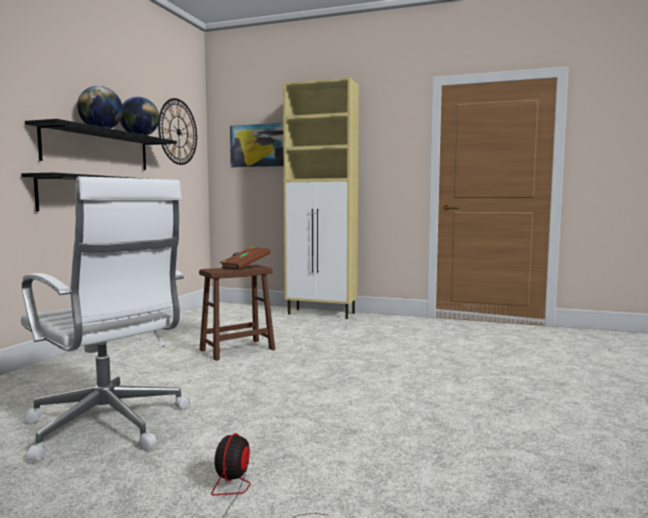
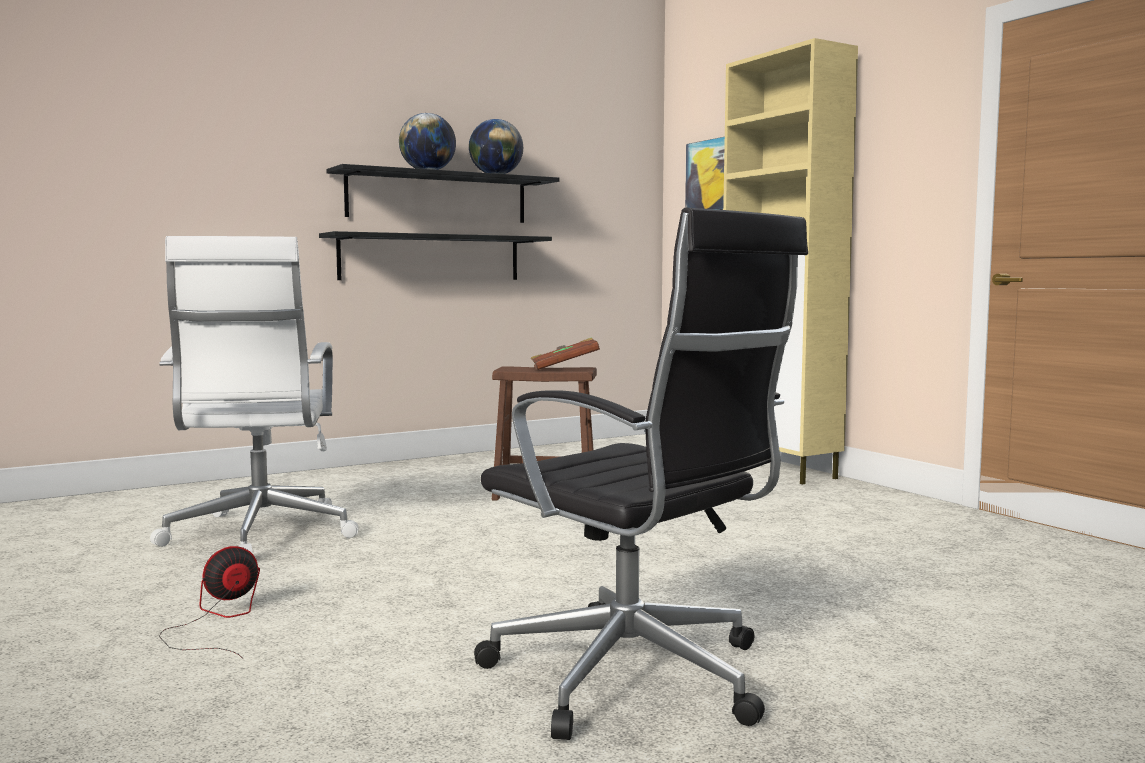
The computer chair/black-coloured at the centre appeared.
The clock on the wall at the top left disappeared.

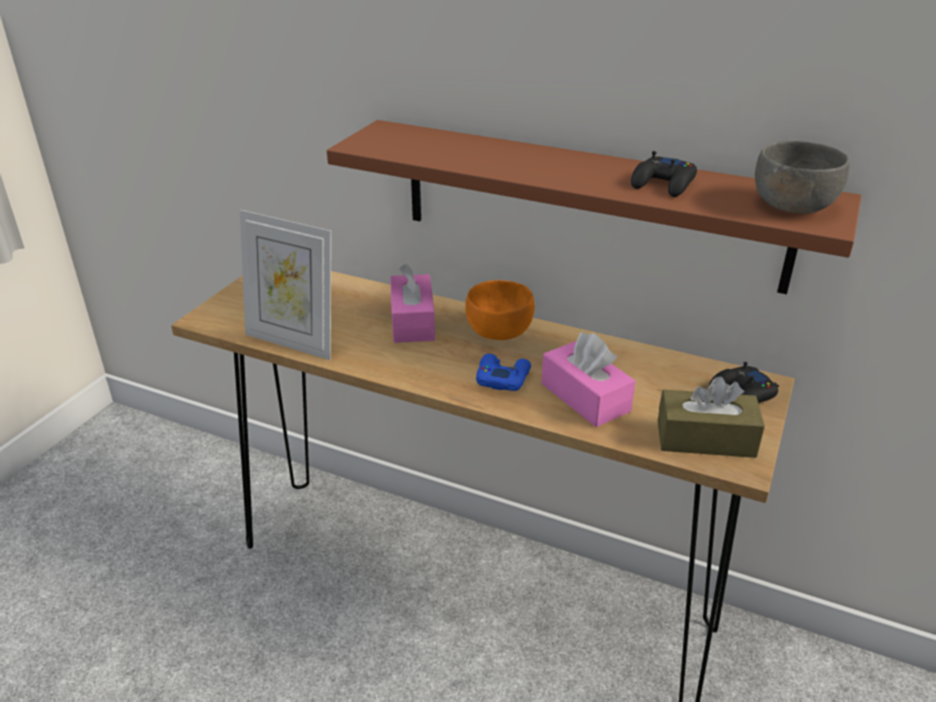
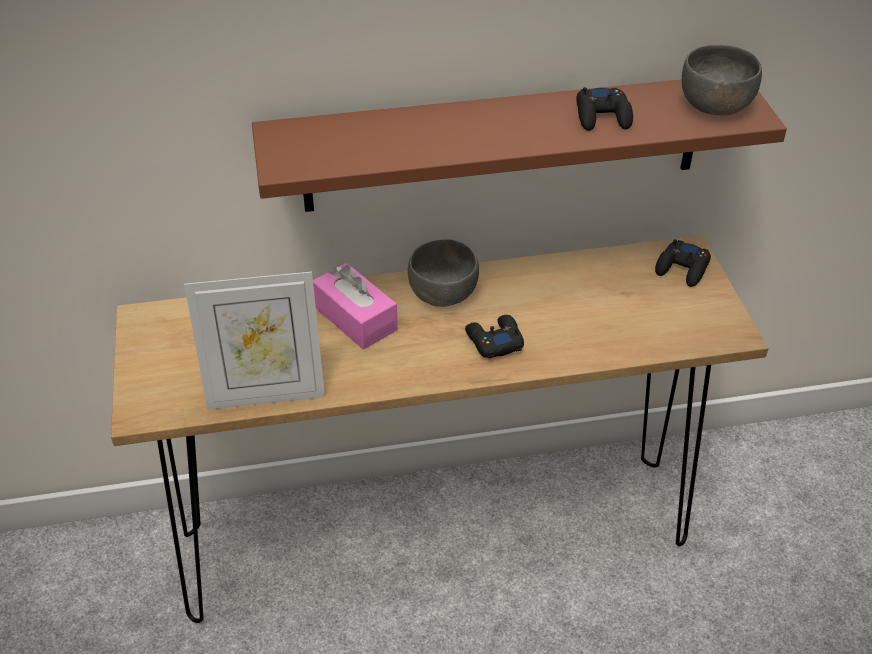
The bowl/orange-coloured at the centre became the bowl/gray (no. 1 from left) at the centre.
The game controller/bluish at the centre became the game controller/black-coloured (no. 1 from left) at the centre.
The box of tissues/pink (no. 2 from left) at the centre disappeared.
The box of tissues/brown-coloured at the middle right disappeared.

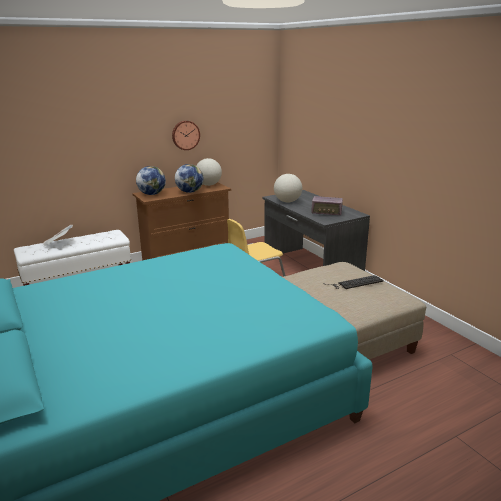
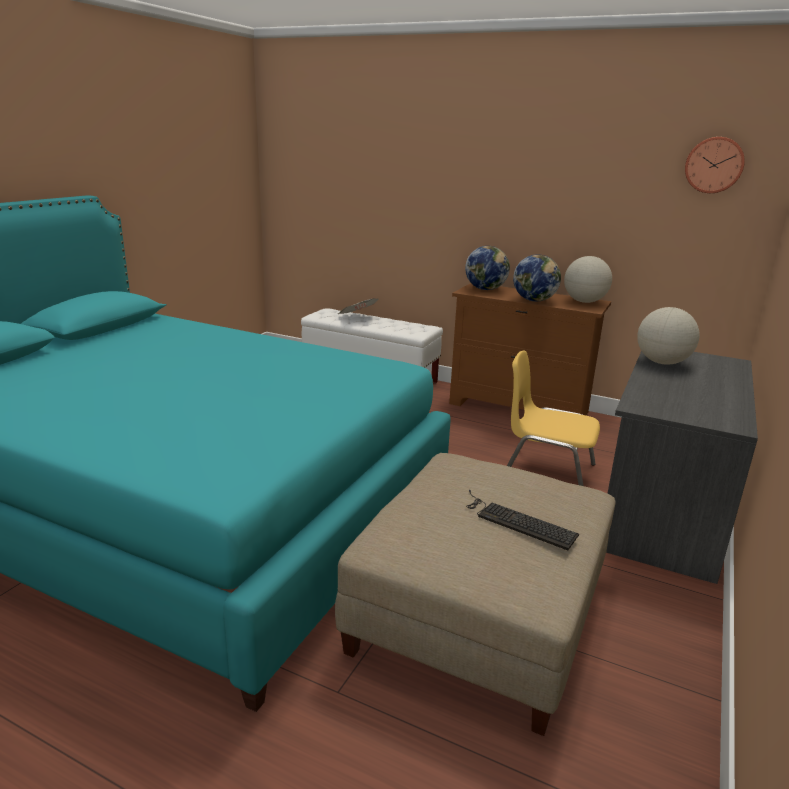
The clock on the wall moved from the top centre to the top right.
The radio at the centre disappeared.

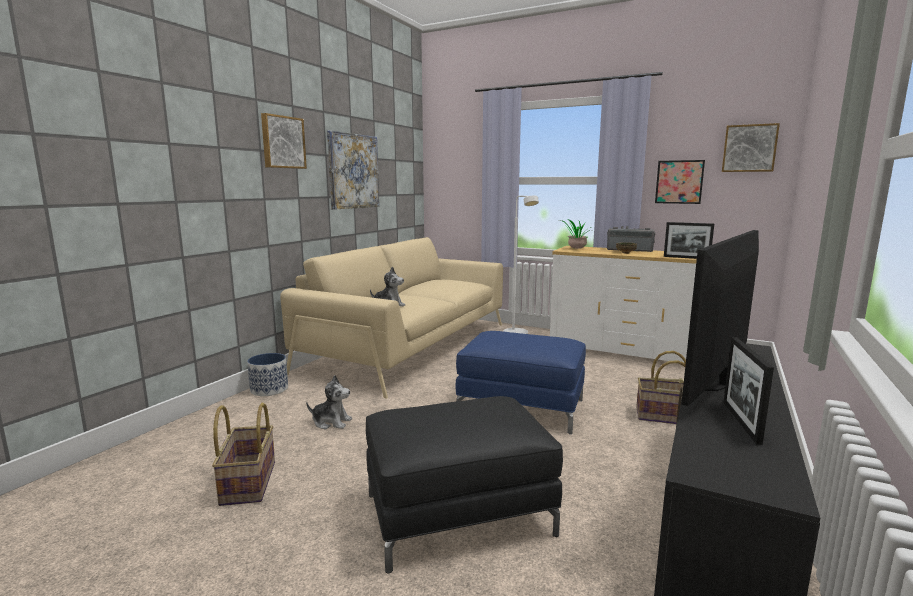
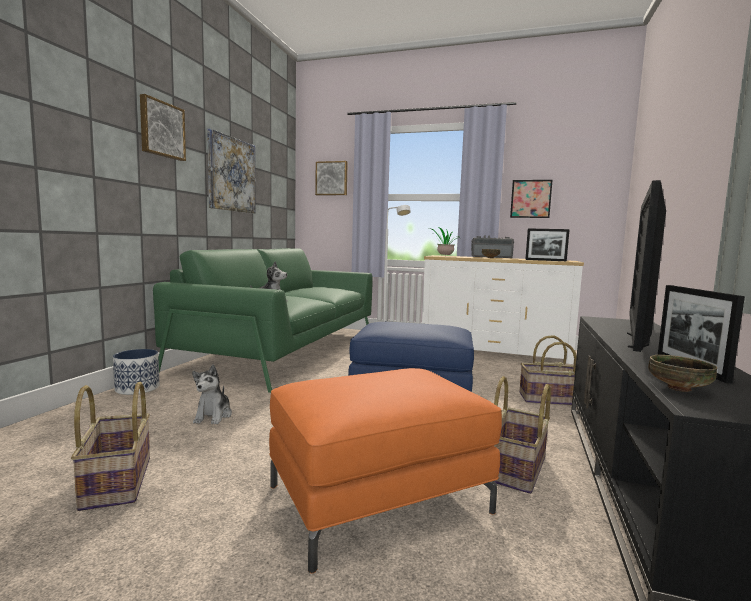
The sofa/beige-coloured at the centre became the sofa/green at the centre.
The soft toy (no. 1 from left) at the bottom centre turned 90 degrees clockwise.
The pouffe/black-coloured at the bottom centre became the pouffe/orange-coloured at the bottom centre.
The wall art (no. 4 from left in the first image) moved from the top right to the top centre.
The basket (no. 2 from left) at the bottom right appeared.
The bowl (no. 2 from left) at the middle right appeared.

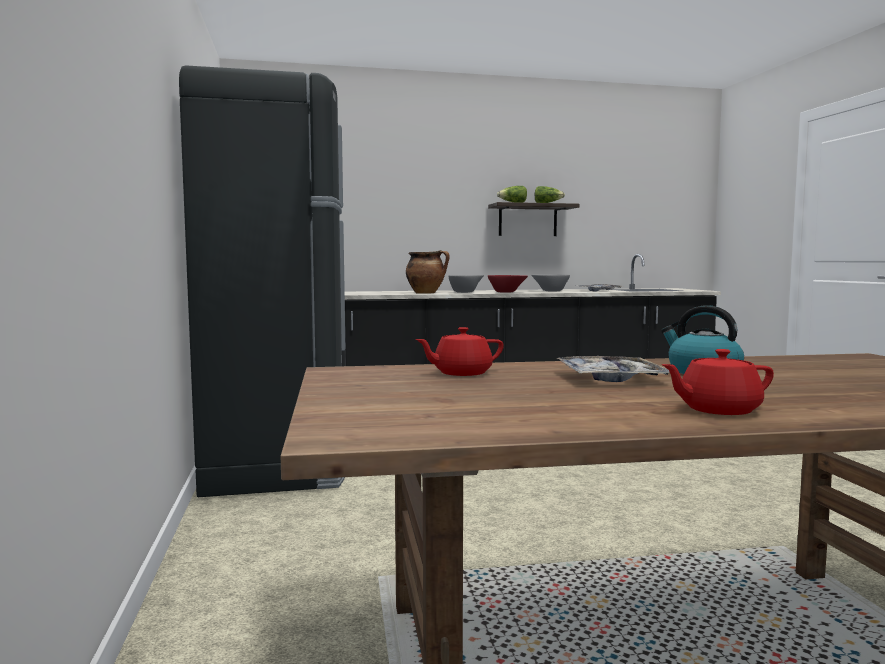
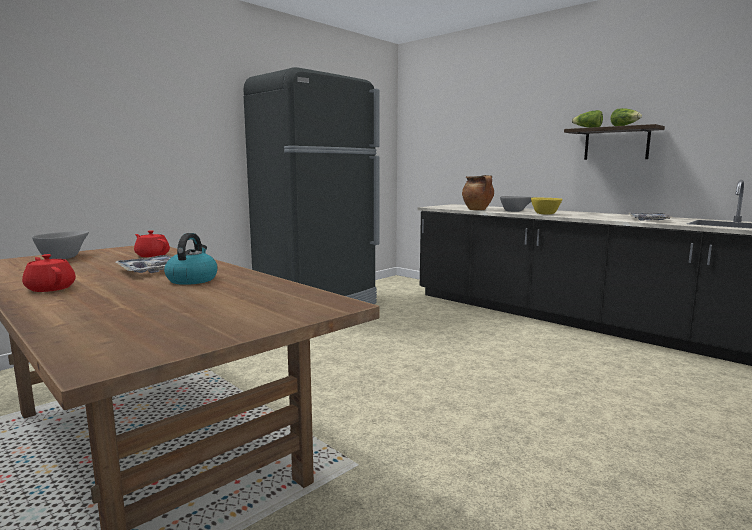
The bowl/gray (no. 2 from left in the first image) moved from the centre to the middle left.
The bowl/red-coloured at the centre became the bowl/yellowish at the middle right.

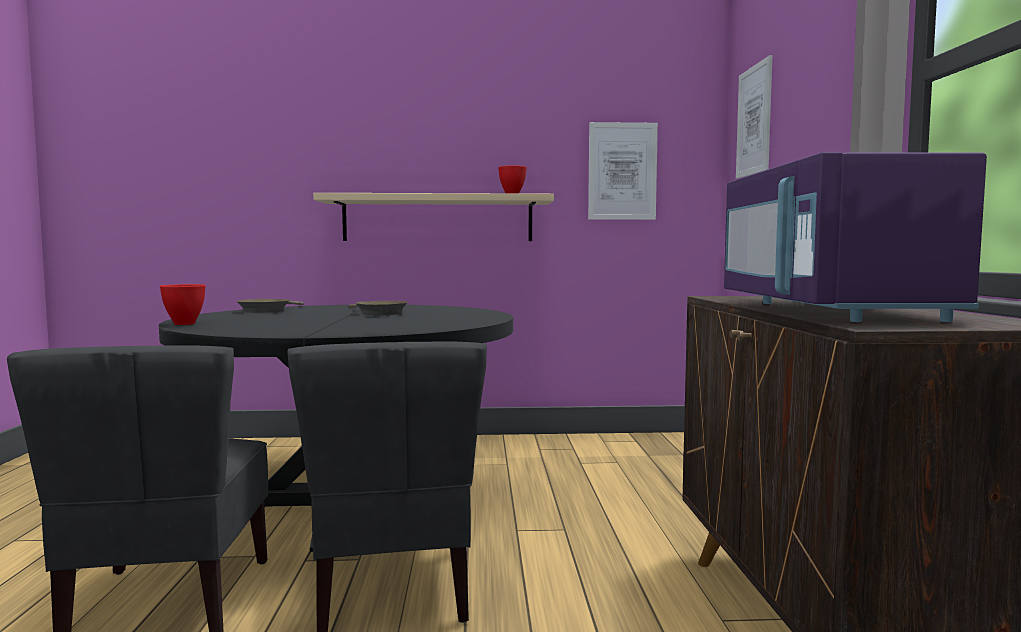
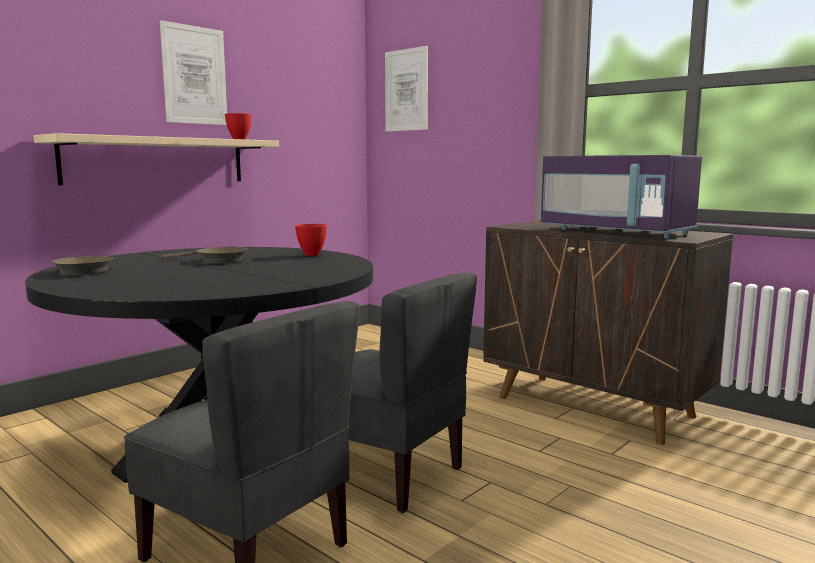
The wall art (no. 1 from left) moved from the top centre to the top left.
The bowl/red-coloured (no. 1 from left in the first image) moved from the middle left to the centre.

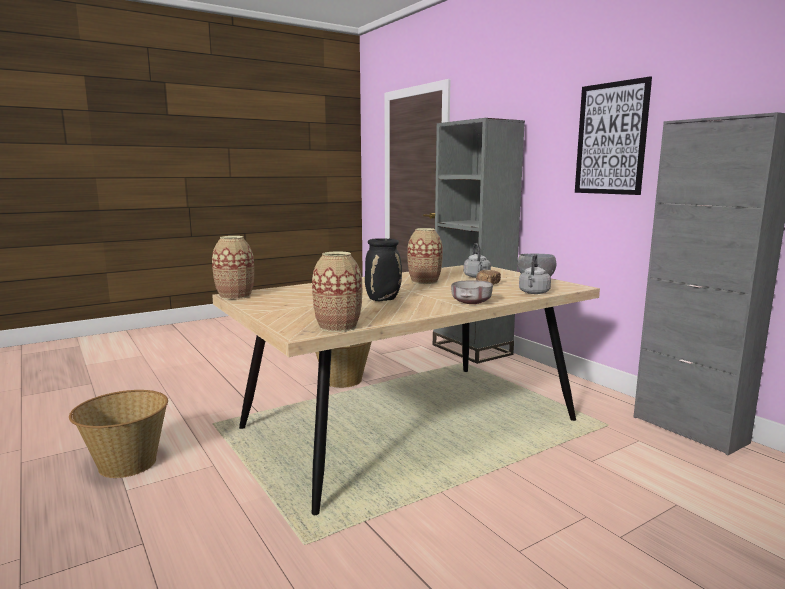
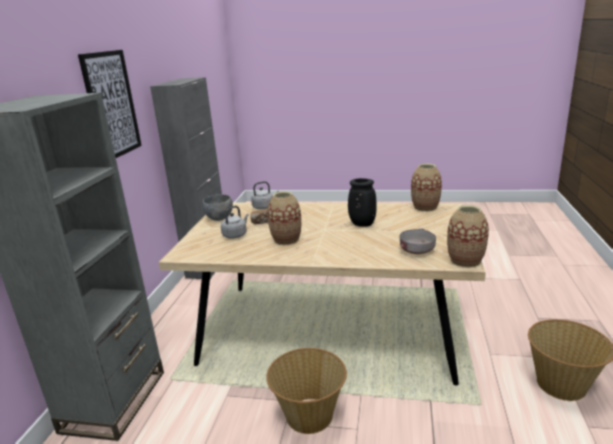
The bowl/gray (no. 1 from left in the first image) moved from the centre to the middle right.

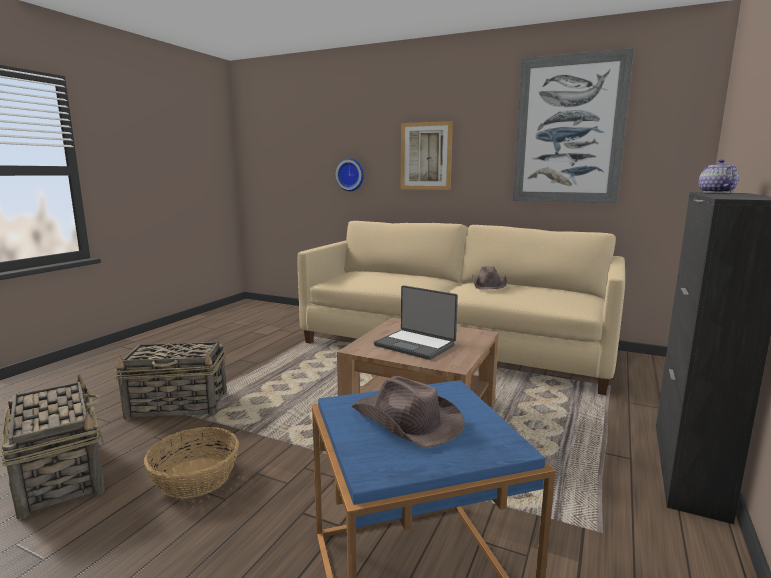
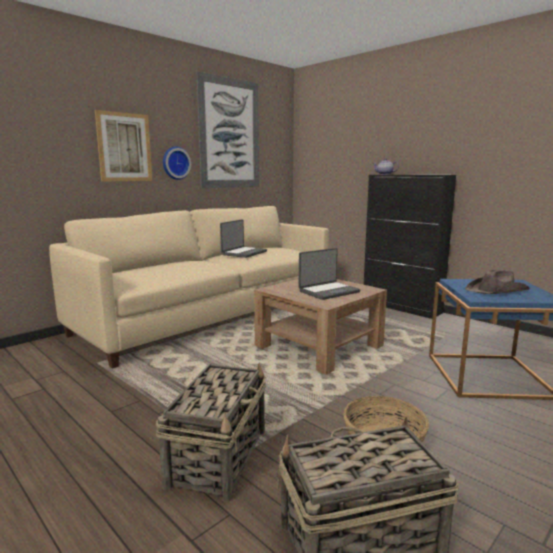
The clock on the wall moved from the top centre to the top left.
The clothing hat/brown-coloured (no. 2 from left) at the centre was replaced by the notebook computer (no. 1 from left) at the centre.

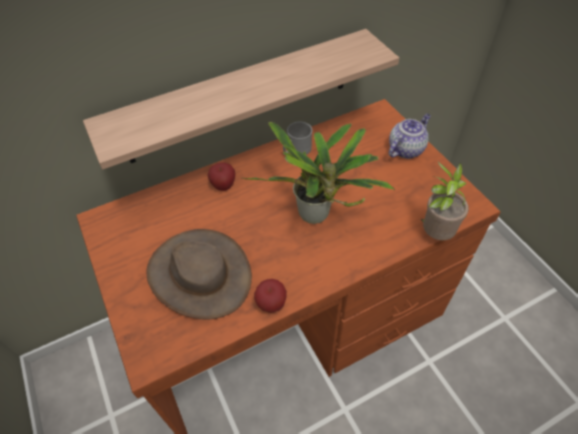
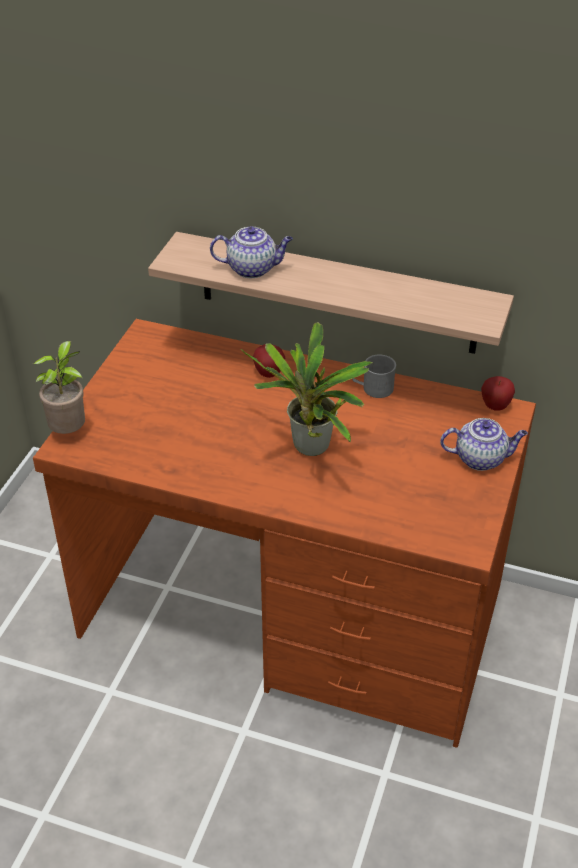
The potted plant (no. 2 from left in the first image) moved from the middle right to the middle left.
The tea pot (no. 1 from left) at the top centre appeared.
The whole apple (no. 2 from left) moved from the bottom centre to the middle right.
The clothing hat/brown-coloured at the centre disappeared.

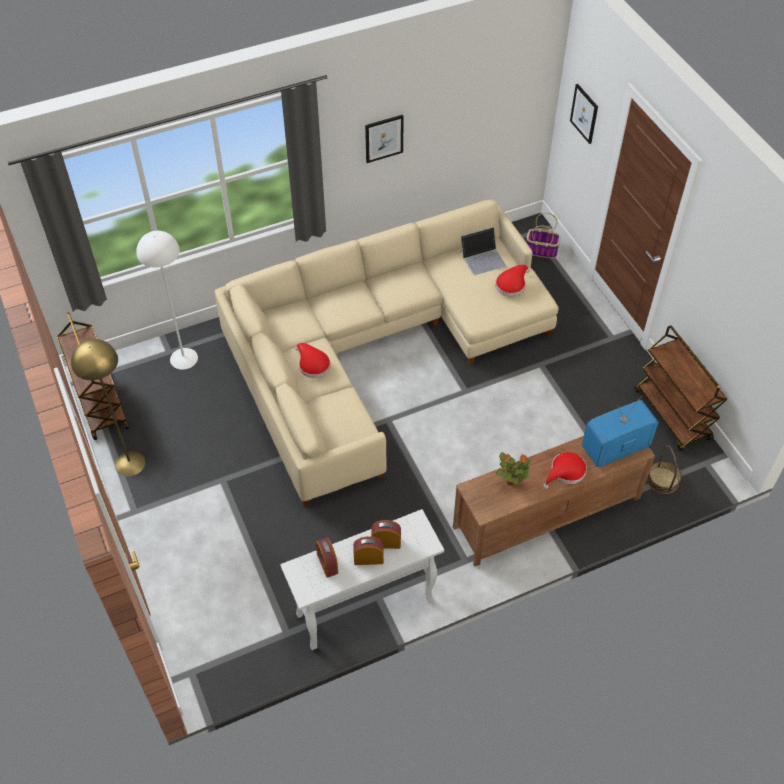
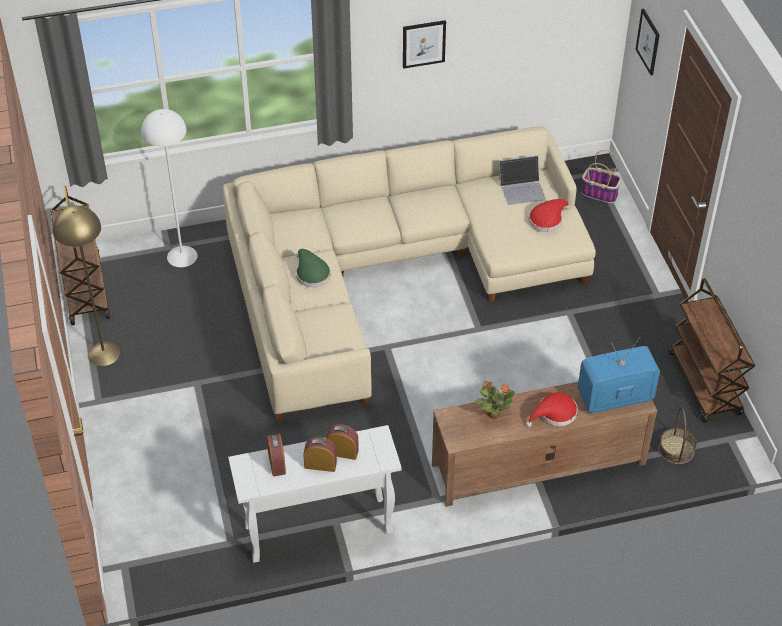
The clothing hat/red-coloured (no. 1 from left) at the centre became the clothing hat/green at the centre.

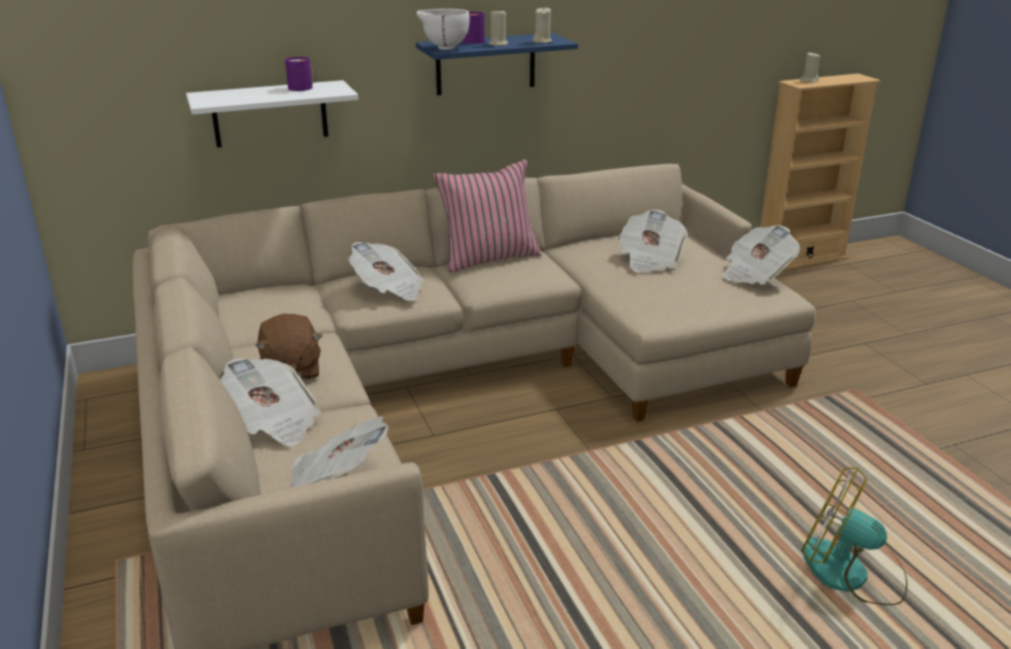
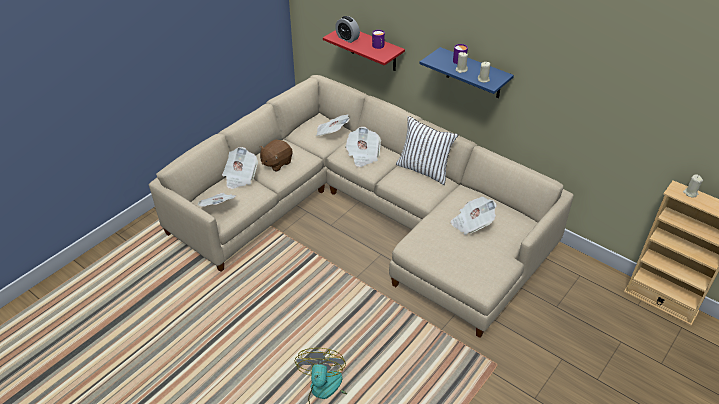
The daily paper (no. 5 from left in the first image) moved from the middle right to the top centre.
The shelf/whitish at the top left became the shelf/red-coloured at the top centre.
The table clock at the top centre appeared.
The cushion/pink at the top centre became the cushion/whitish at the centre.
The bowl/whitish at the top centre disappeared.

